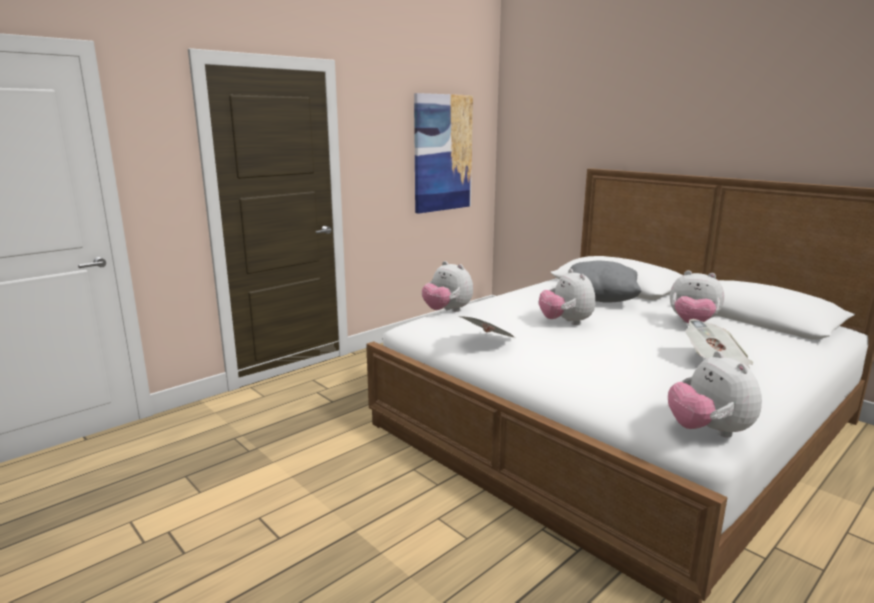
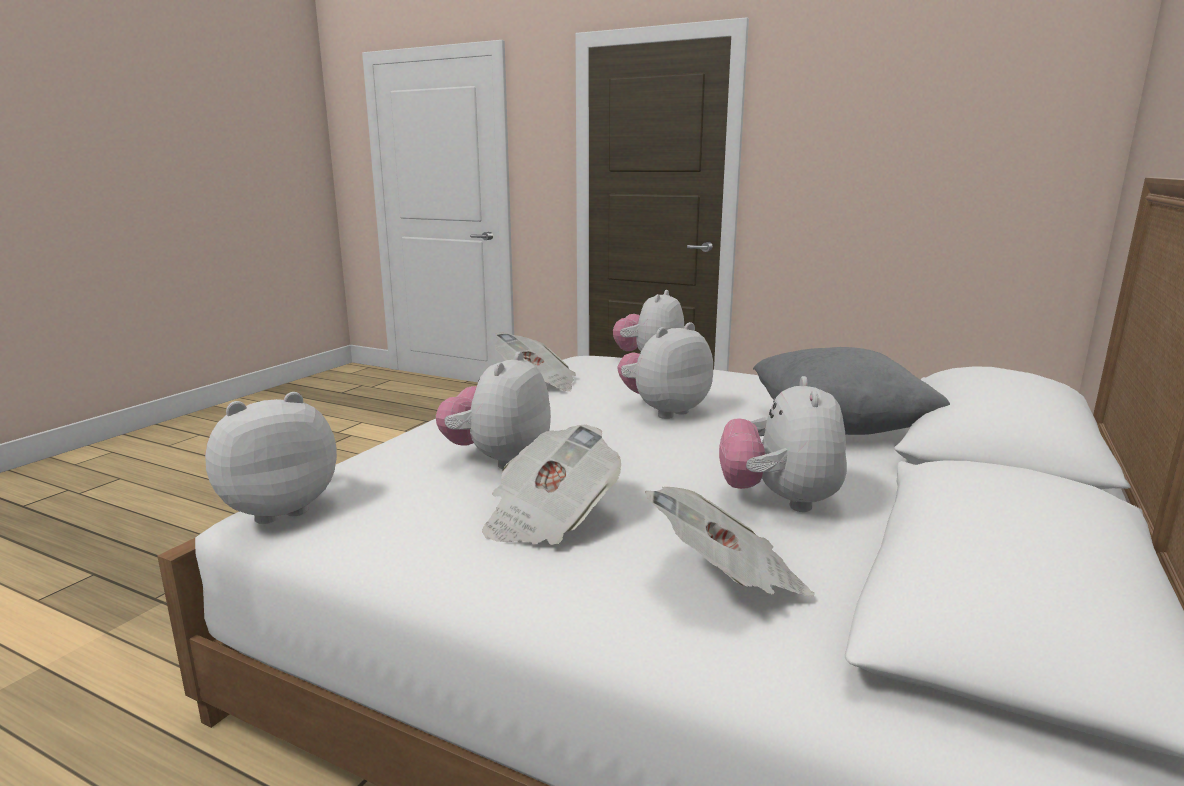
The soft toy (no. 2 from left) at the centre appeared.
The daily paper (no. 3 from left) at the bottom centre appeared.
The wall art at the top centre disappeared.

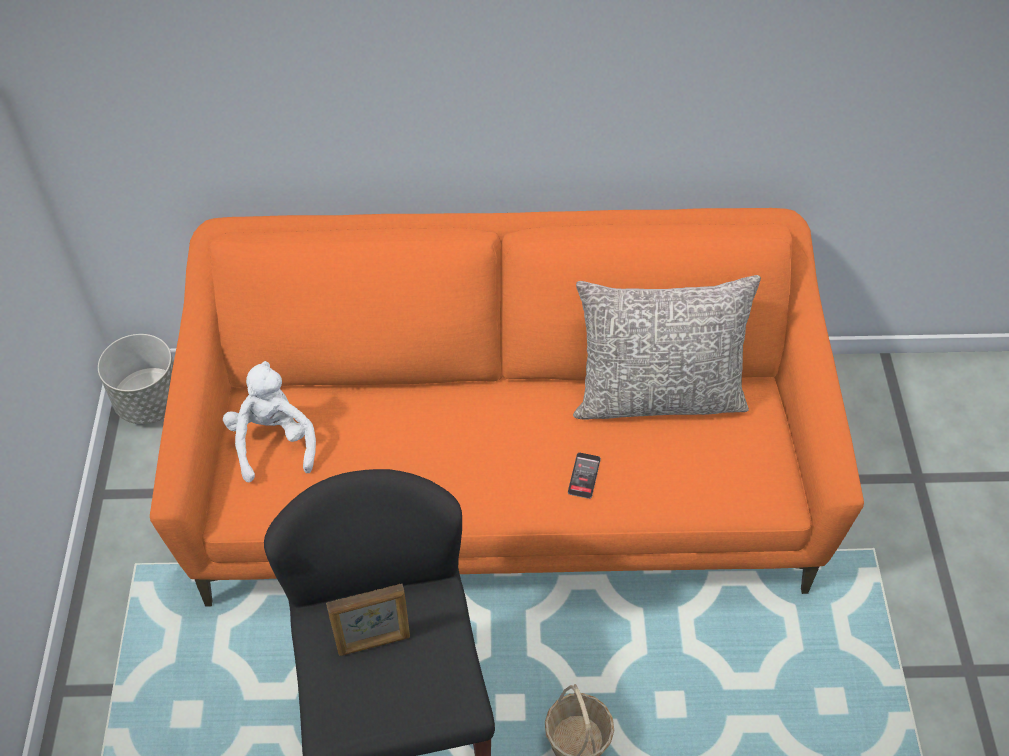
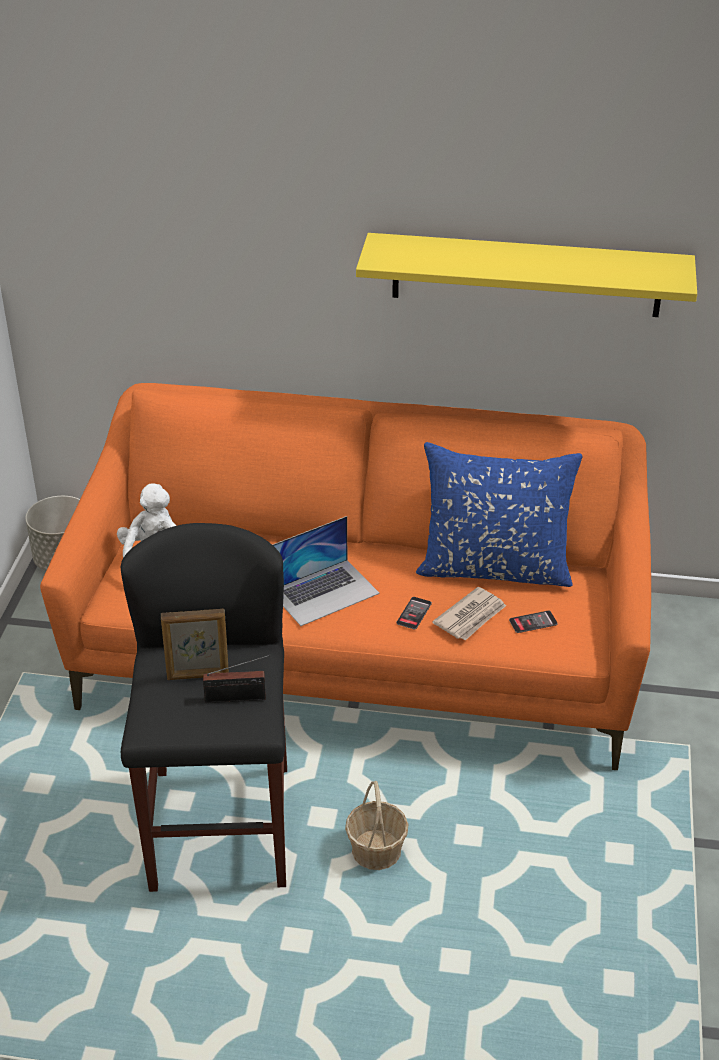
The radio at the middle left appeared.
The notebook computer at the centre appeared.
The shelf/yellowish at the top right appeared.
The cushion/gray at the centre became the cushion/bluish at the middle right.
The daily paper at the centre appeared.
The phone (no. 2 from left) at the middle right appeared.

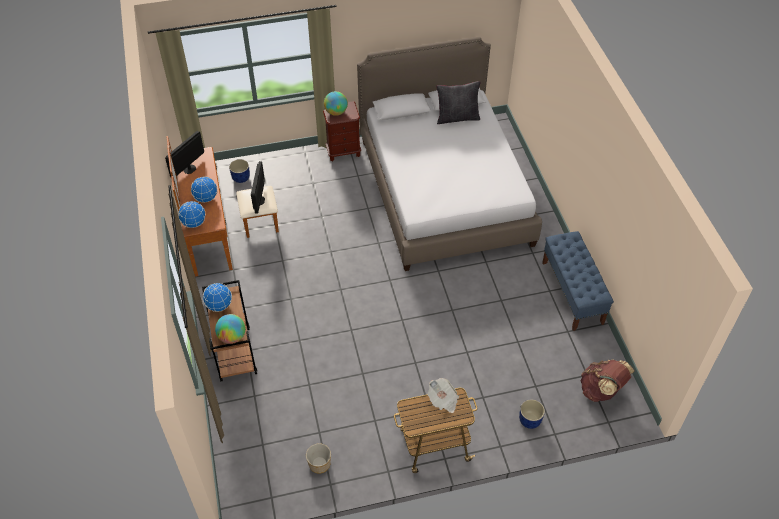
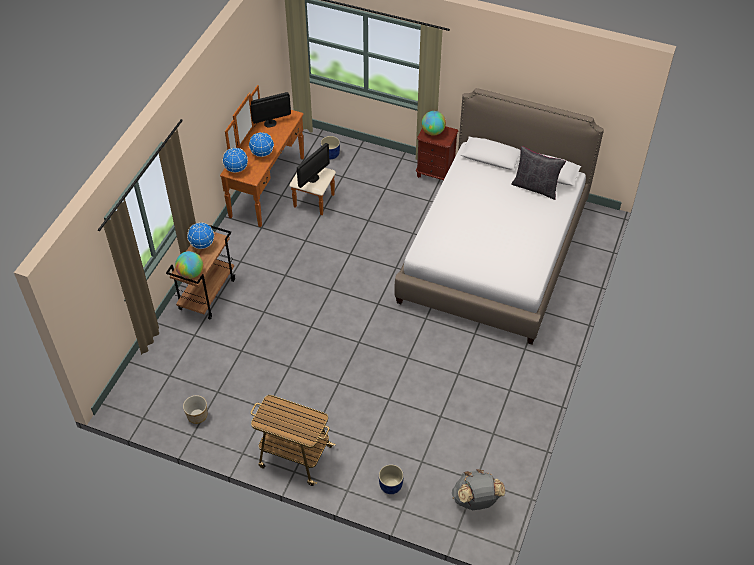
The rucksack/brown-coloured at the bottom right became the rucksack/gray at the bottom centre.
The daily paper at the bottom centre disappeared.
The indoor bench/bluish at the middle right disappeared.

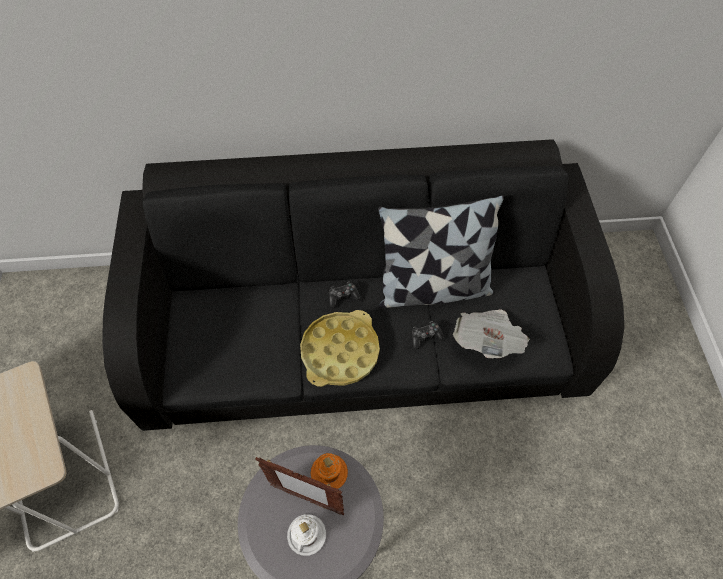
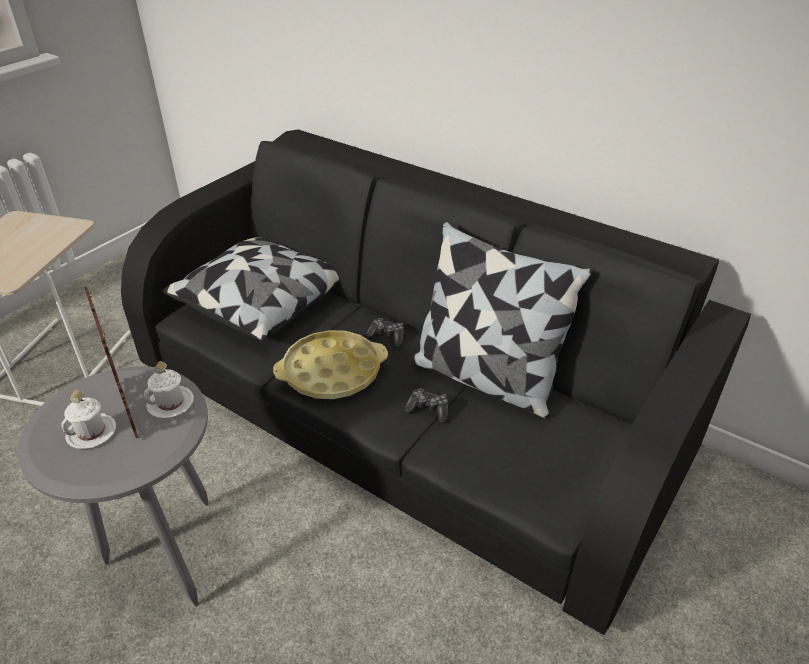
The mug/orange-coloured at the bottom centre became the mug/whitish (no. 2 from left) at the middle left.
The cushion (no. 1 from left) at the middle left appeared.
The daily paper at the middle right disappeared.

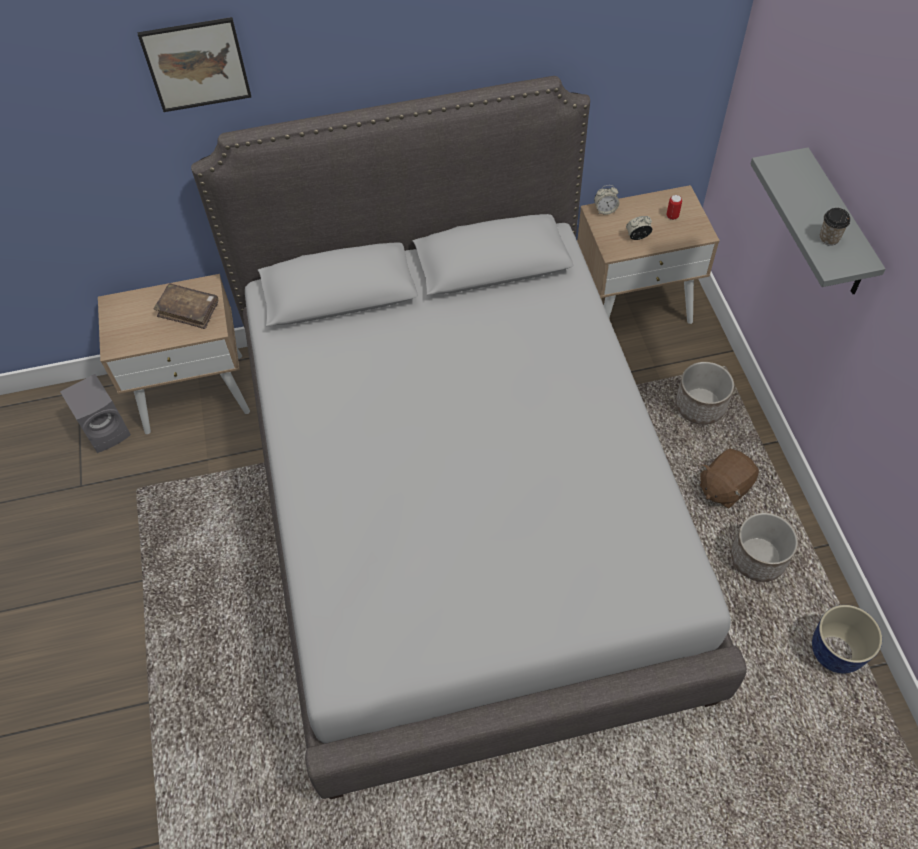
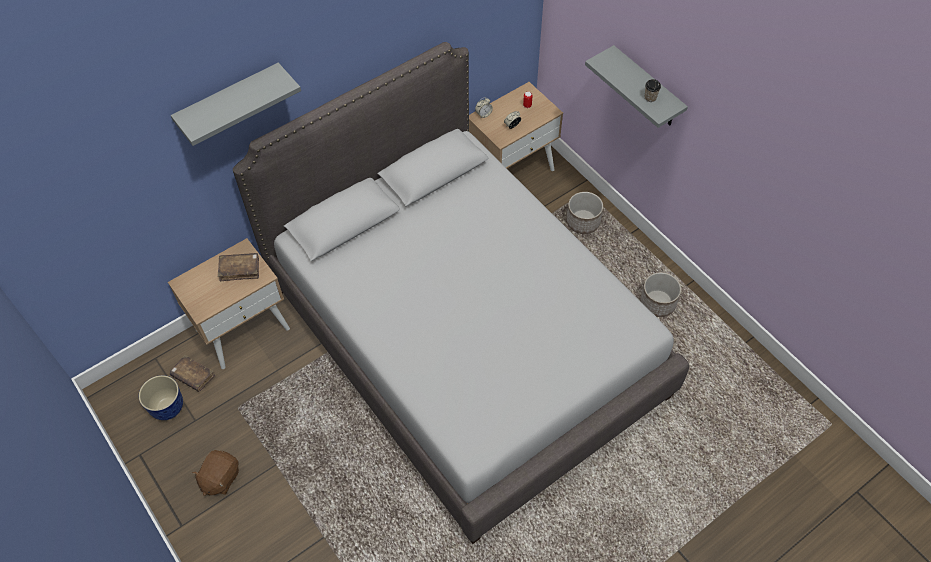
The plant pot (no. 3 from left in the first image) moved from the bottom right to the bottom left.
The audio speaker/gray at the middle left was replaced by the book/brown-coloured (no. 1 from left) at the middle left.
The wall art at the top left was replaced by the shelf/gray (no. 1 from left) at the top left.
The soft toy/brown-coloured moved from the middle right to the bottom left.

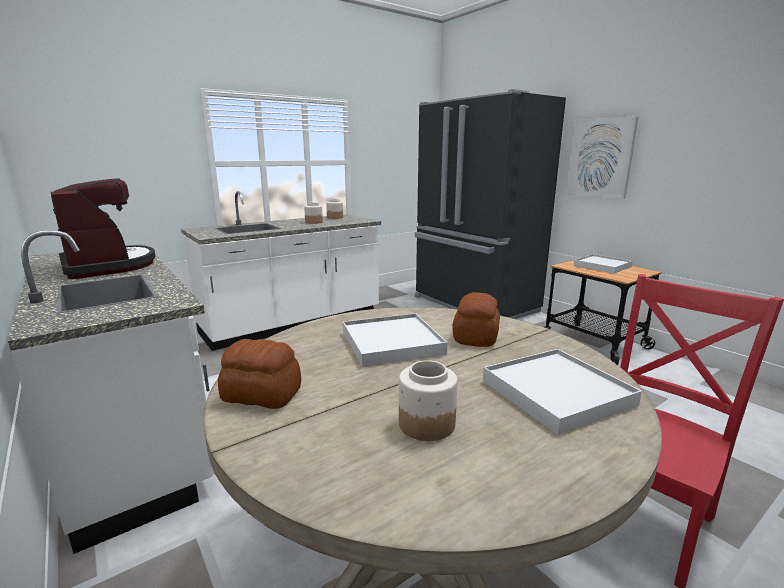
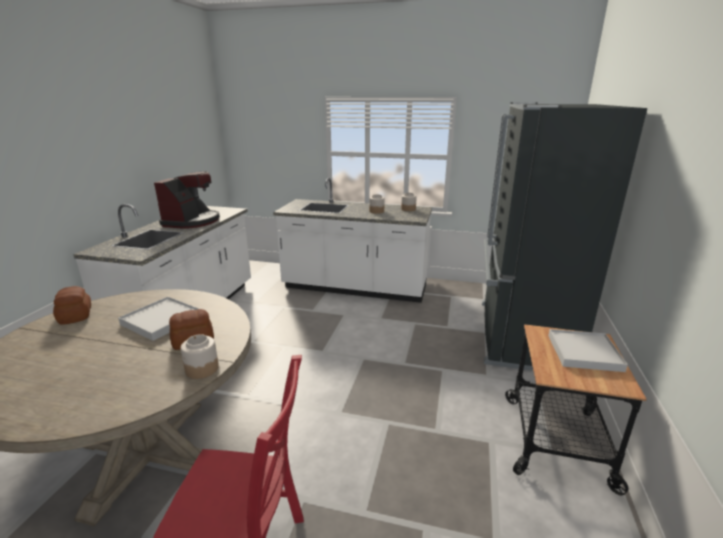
The storage jar (no. 3 from left in the first image) moved from the bottom centre to the middle left.
The tray/whitish (no. 2 from left) at the bottom right disappeared.
The wall art at the top right disappeared.

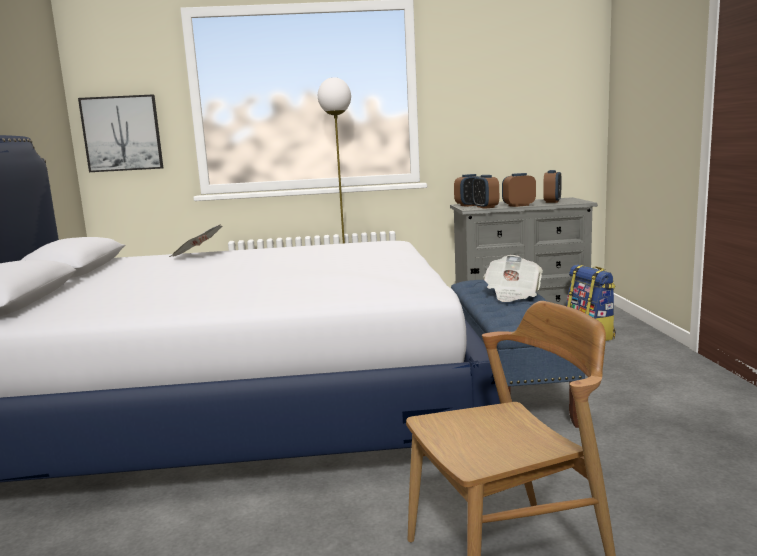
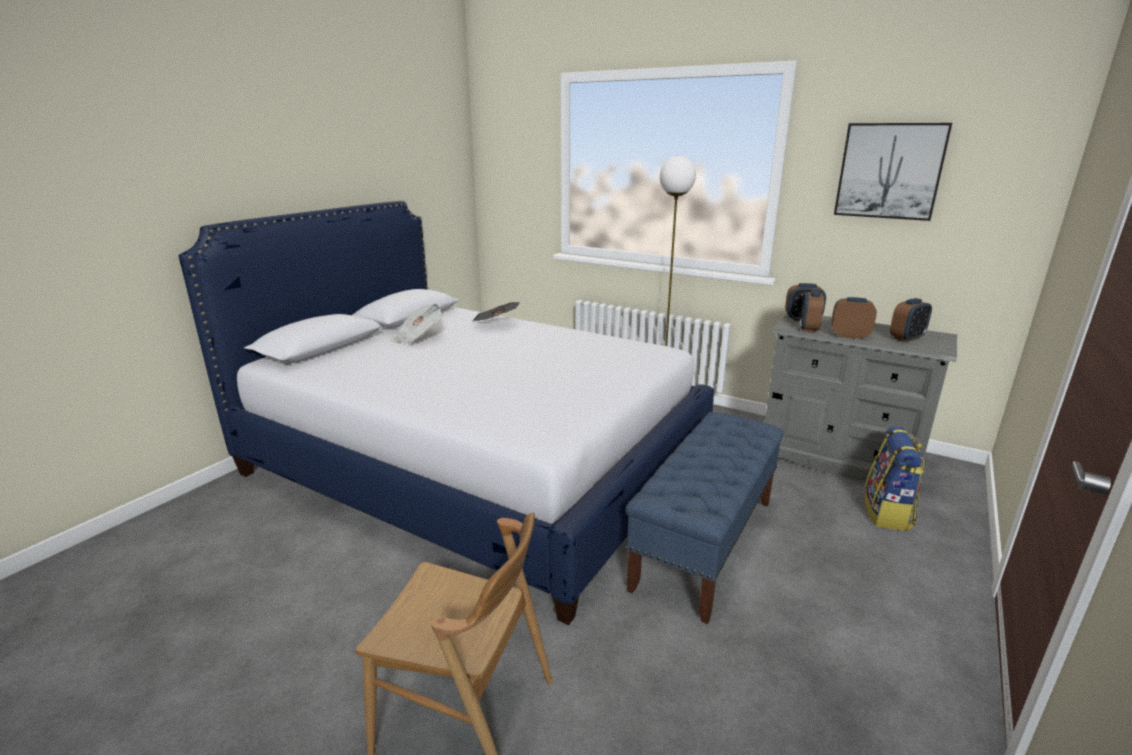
The daily paper (no. 2 from left in the first image) moved from the middle right to the centre.
The wall art moved from the top left to the top right.

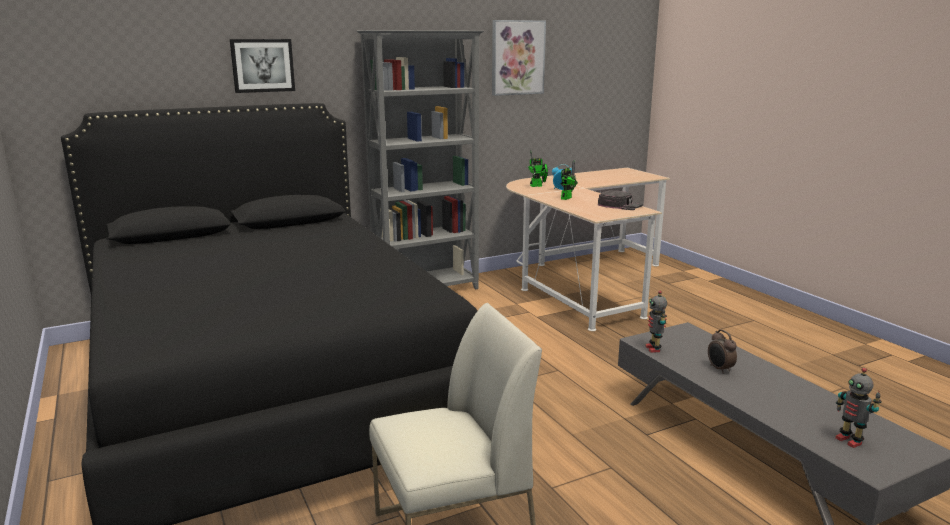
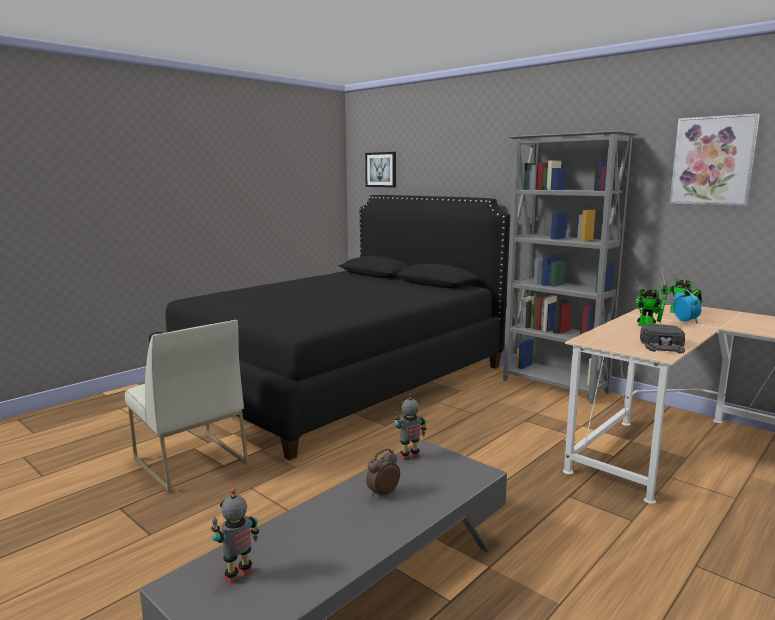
The wall art (no. 1 from left) moved from the top left to the top centre.

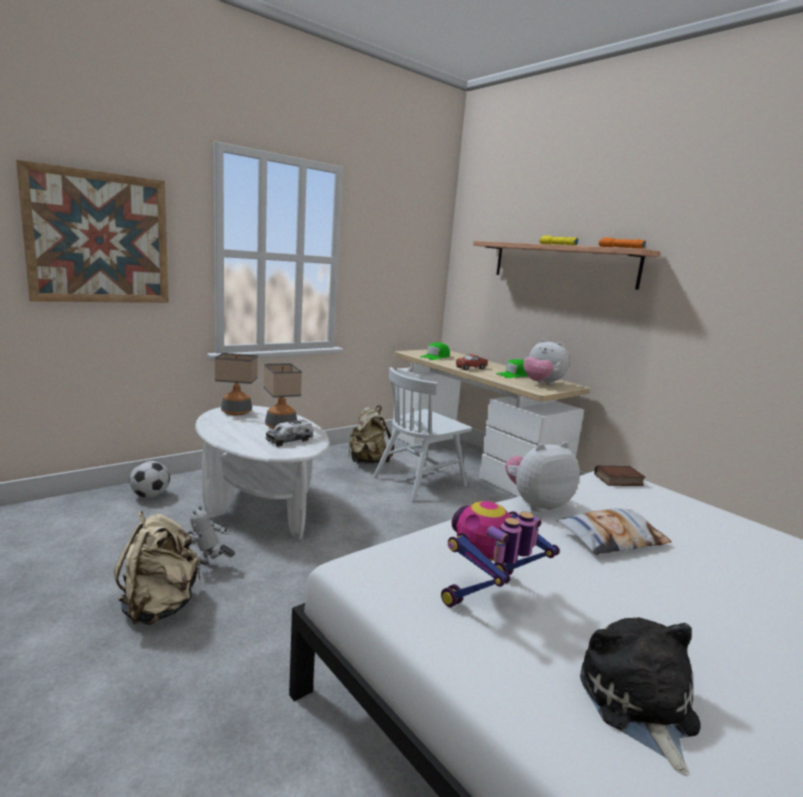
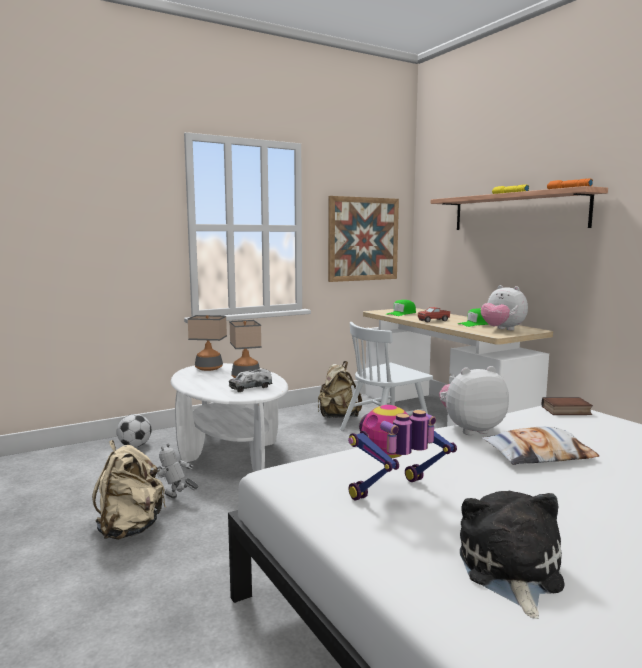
The wall art moved from the top left to the centre.

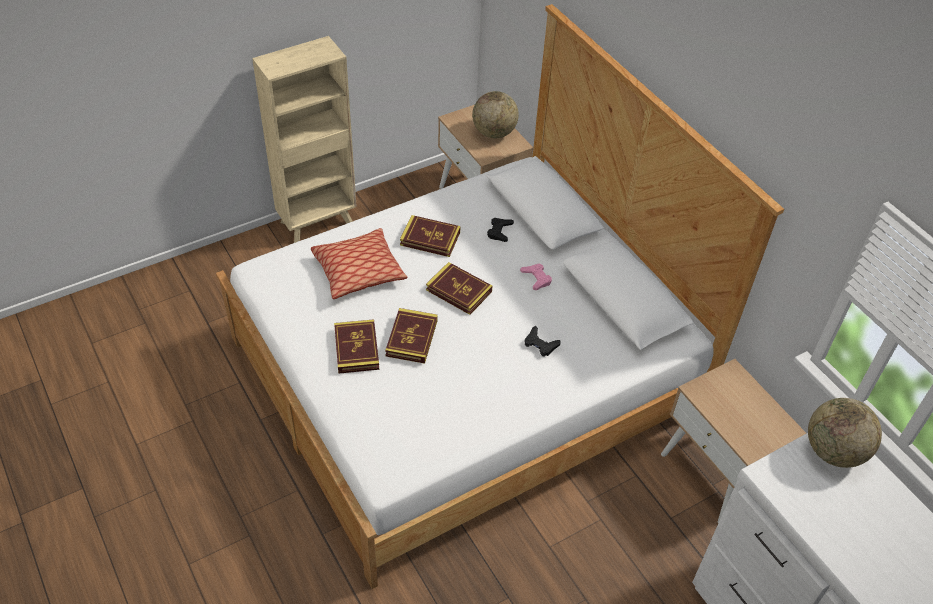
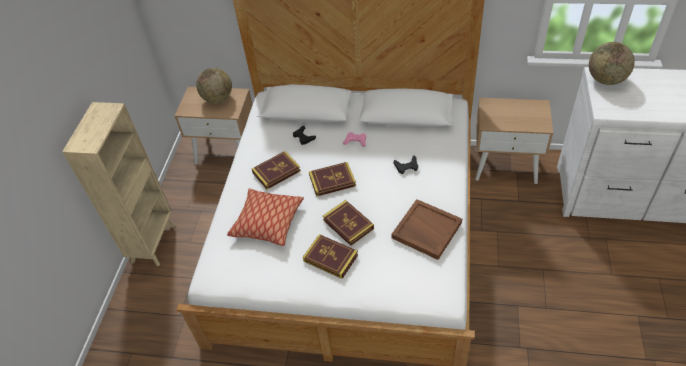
The tray/brown-coloured at the centre appeared.

